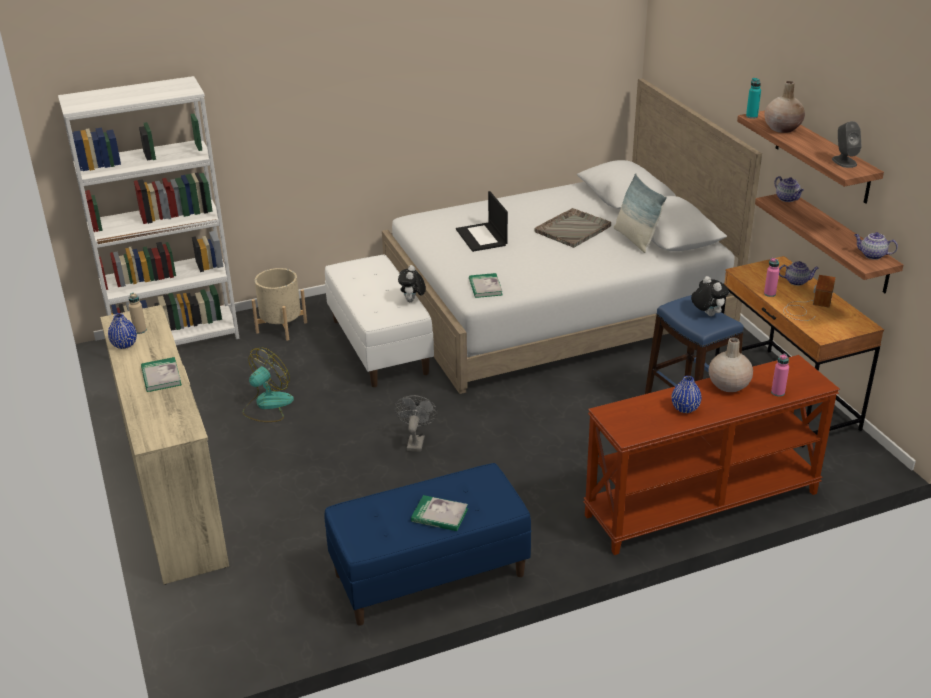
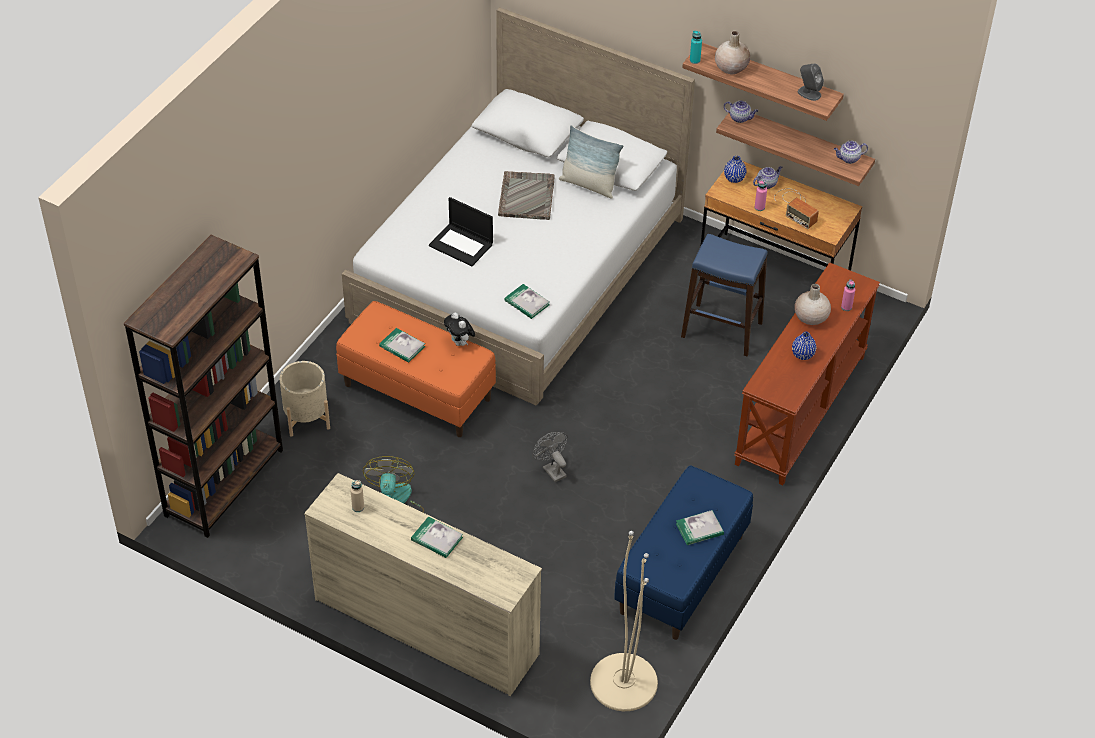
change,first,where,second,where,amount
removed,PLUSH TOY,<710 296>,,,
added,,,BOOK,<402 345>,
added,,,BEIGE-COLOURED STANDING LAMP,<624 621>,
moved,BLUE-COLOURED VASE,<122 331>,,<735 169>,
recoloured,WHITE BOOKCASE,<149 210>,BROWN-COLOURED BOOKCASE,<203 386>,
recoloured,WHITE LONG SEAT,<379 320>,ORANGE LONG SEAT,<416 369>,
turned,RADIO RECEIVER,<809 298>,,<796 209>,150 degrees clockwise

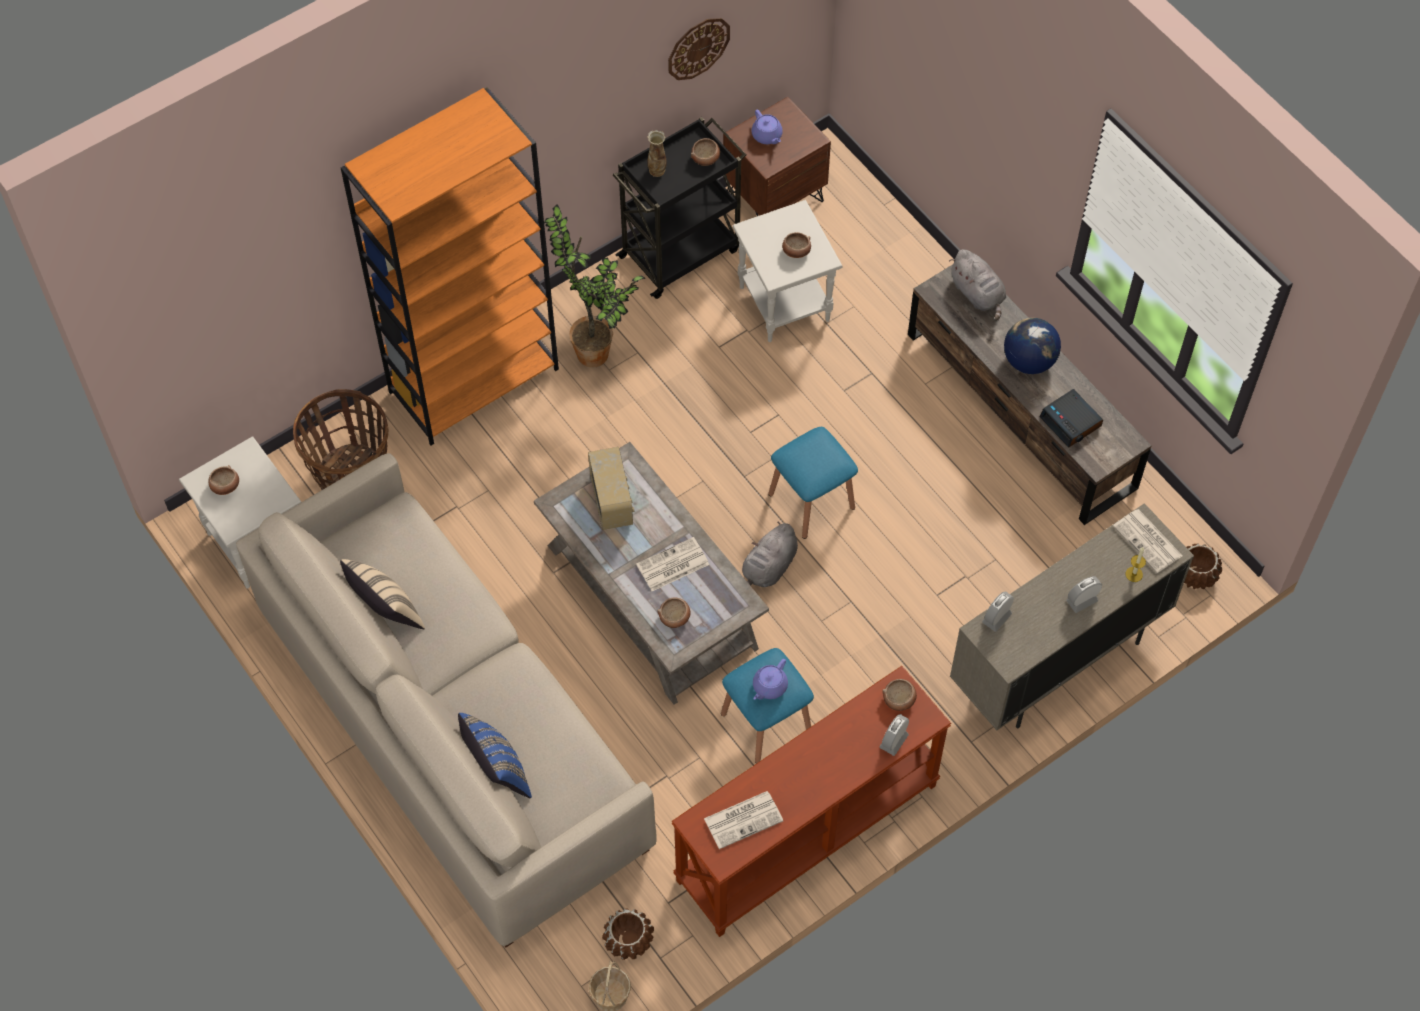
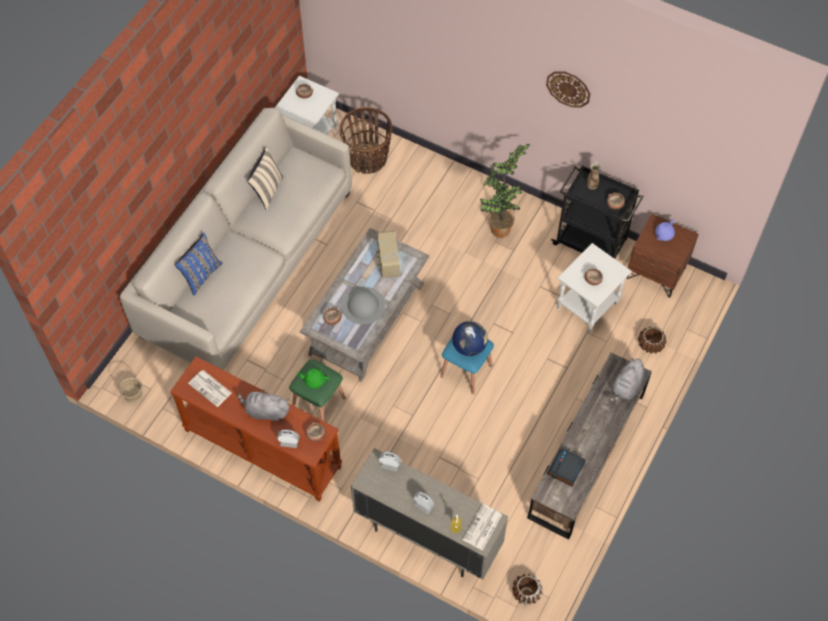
change,first,where,second,where,amount
removed,ORANGE BOOKCASE,<450 266>,,,
moved,BROWN-COLOURED PLANTER,<628 934>,,<652 340>,
moved,CLOCK ON THE WALL,<699 49>,,<568 89>,
moved,GRAY PLUSH TOY,<770 554>,,<263 405>,
moved,GLOBE,<1032 346>,,<470 338>,
replaced,NEWSPAPER,<672 564>,GRAY HAT,<363 306>,
recoloured,BLUE-COLOURED STOOL SEAT,<767 706>,GREEN-COLOURED STOOL SEAT,<317 390>,
recoloured,PURPLE TEAPOT,<770 679>,GREEN-COLOURED TEAPOT,<313 379>,
turned,RADIO RECEIVER,<611 488>,,<388 254>,120 degrees clockwise

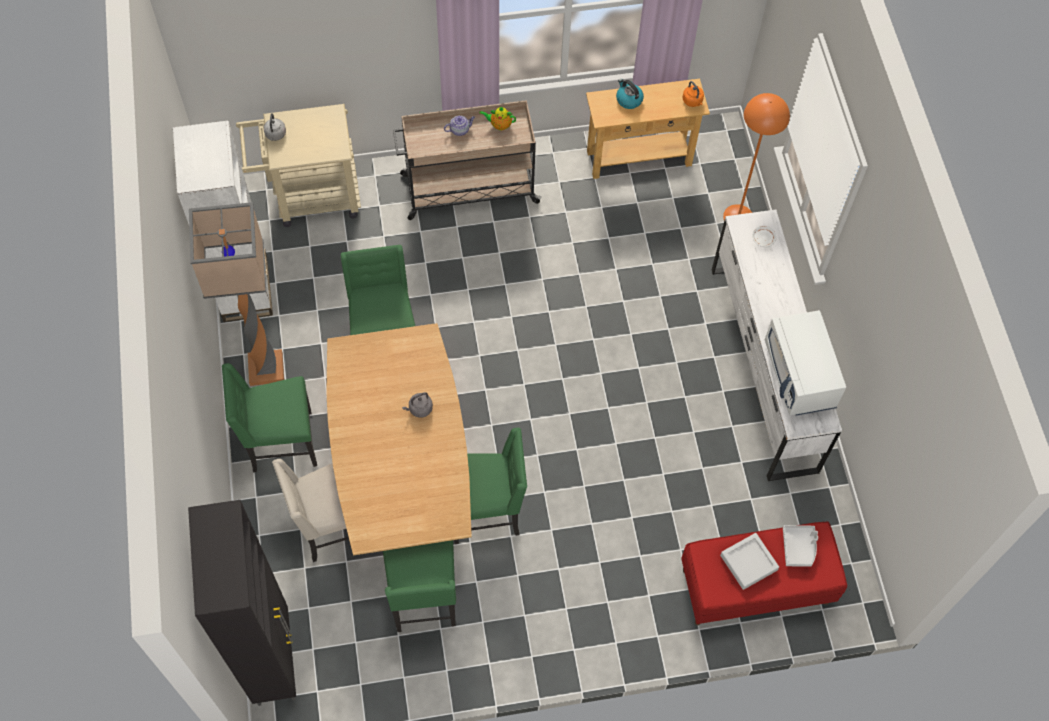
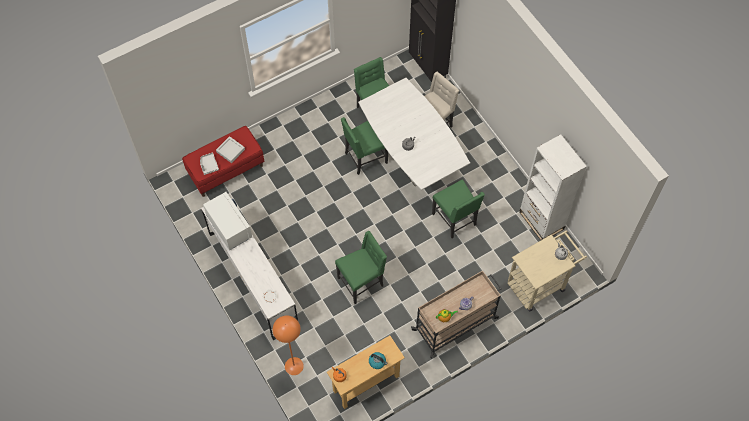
change,first,where,second,where,amount
removed,STANDING LAMP,<236 294>,,,
moved,GREEN-COLOURED CHAIR,<269 417>,,<361 267>,
recoloured,BROWN-COLOURED DINNER TABLE,<399 439>,WHITE DINNER TABLE,<414 134>,

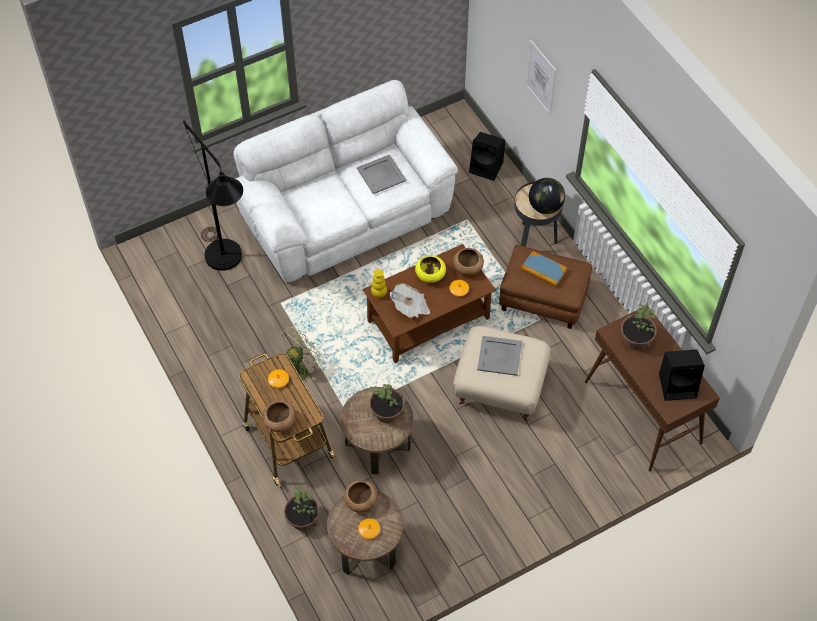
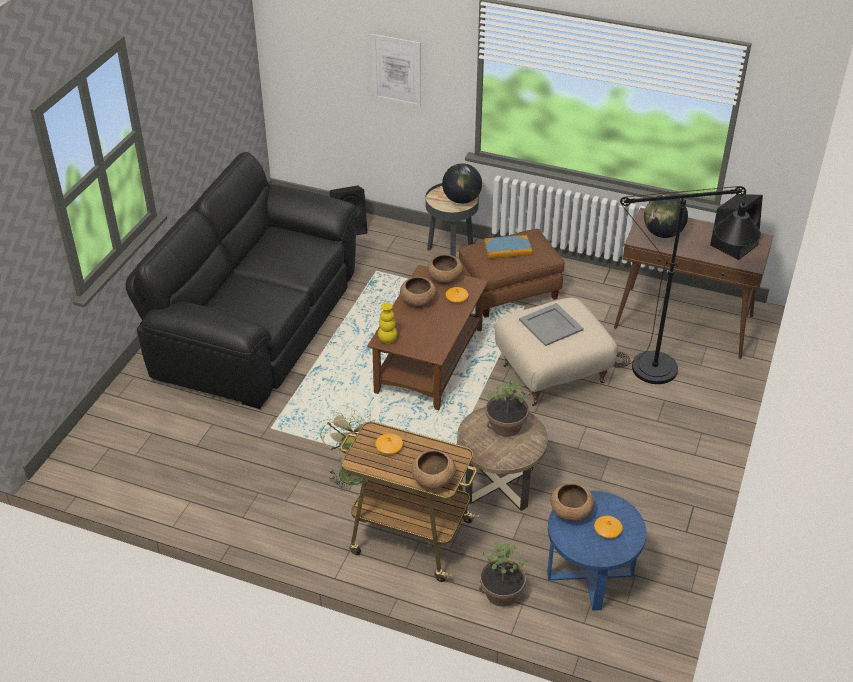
change,first,where,second,where,amount
removed,GRAY CARRYING TRAY,<381 174>,,,
removed,NEWSPAPER,<410 301>,,,
moved,BLACK STANDING LAMP,<213 196>,,<687 285>,
replaced,HOUSEPLANT,<638 326>,GLOBE,<666 216>,
recoloured,WHITE SETTEE,<345 182>,BLACK SETTEE,<241 280>,
recoloured,BROWN-COLOURED ACCENT TABLE,<365 532>,BLUE-COLOURED ACCENT TABLE,<596 551>,
recoloured,YELLOW BOWL,<430 269>,BROWN-COLOURED BOWL,<418 292>,

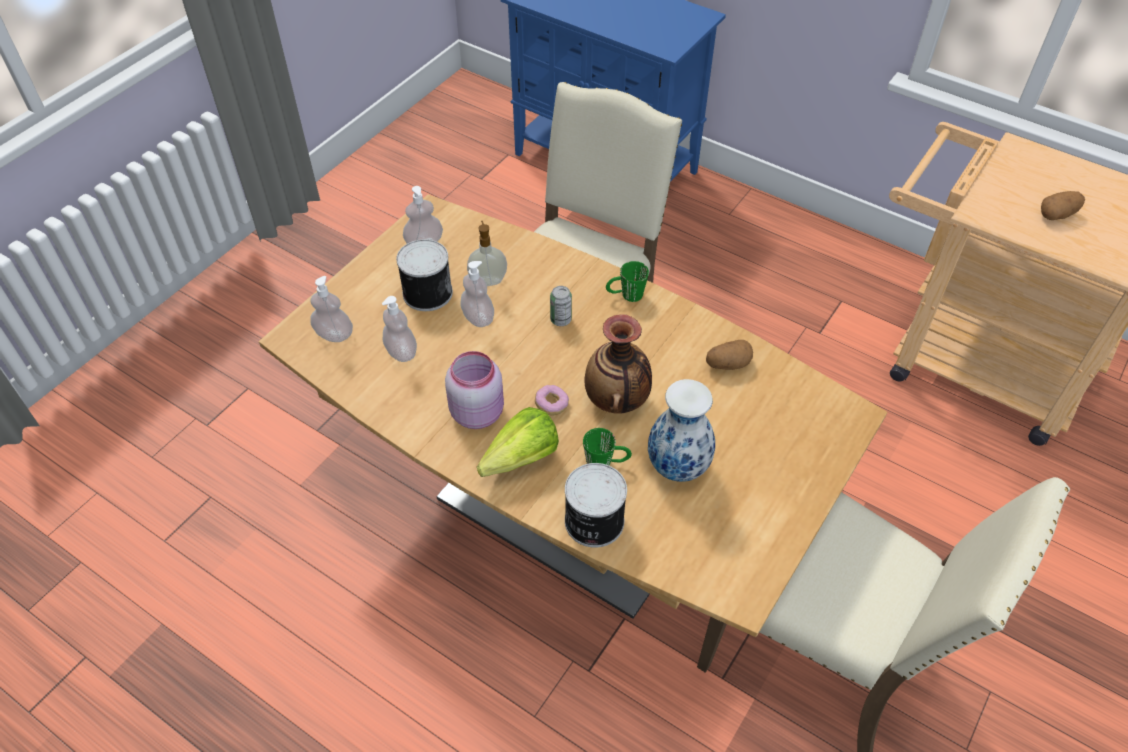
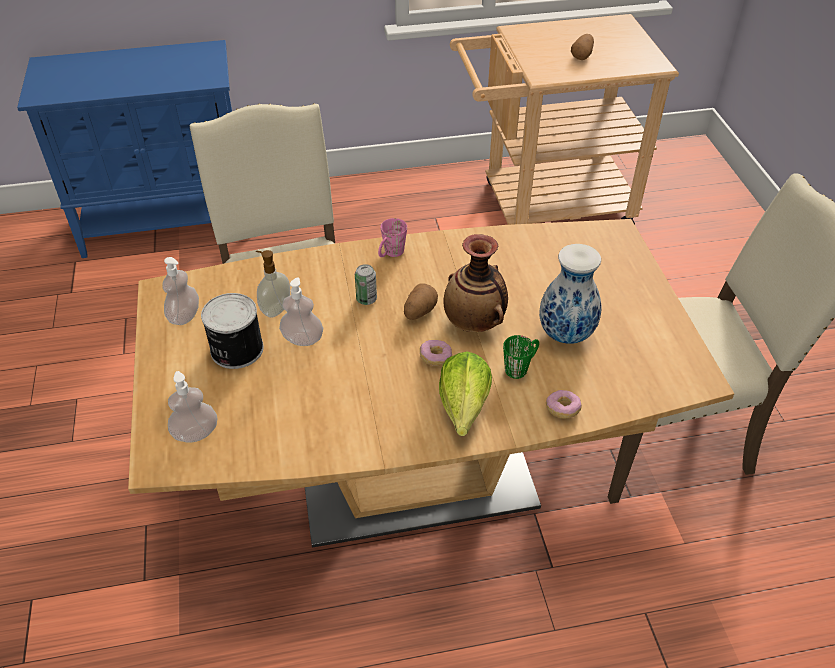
change,first,where,second,where,amount
removed,SOAP DISPENSER,<399 329>,,,
removed,PINK PRESERVE JAR,<474 390>,,,
moved,POTATO,<729 355>,,<421 302>,
replaced,METAL CAN,<596 505>,DOUGHNUT,<564 404>,
recoloured,GREEN-COLOURED TEA MUG,<627 281>,PINK TEA MUG,<392 237>,

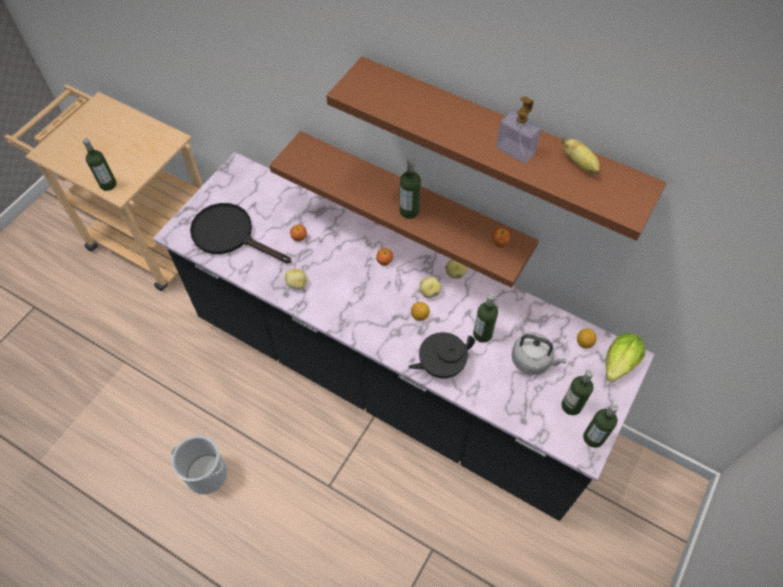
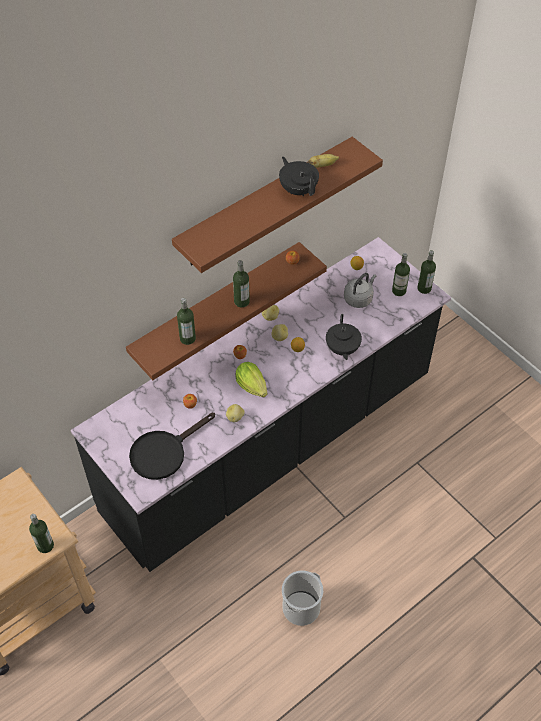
change,first,where,second,where,amount
moved,BOTTLE,<485 318>,,<186 321>,
moved,LETTUCE,<625 357>,,<251 379>,
replaced,SOAP DISPENSER,<518 130>,BLACK TEAPOT,<299 176>,

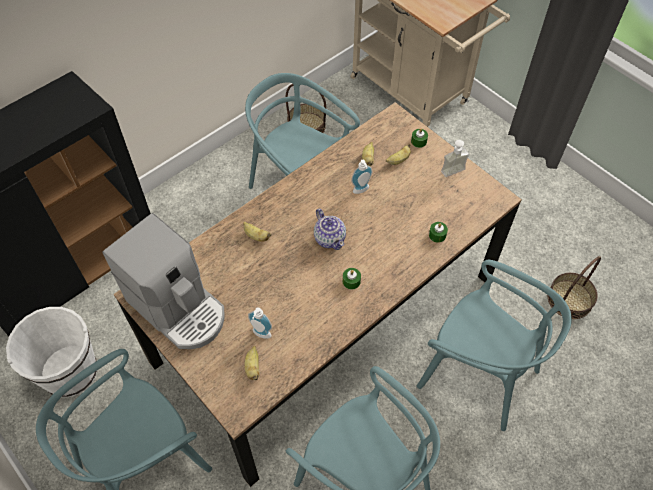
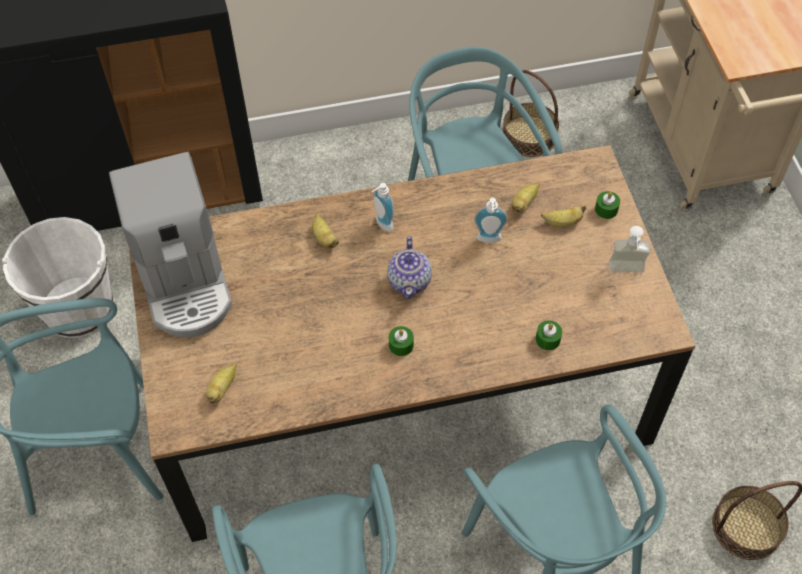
change,first,where,second,where,amount
moved,SOAP DISPENSER,<260 323>,,<383 207>,

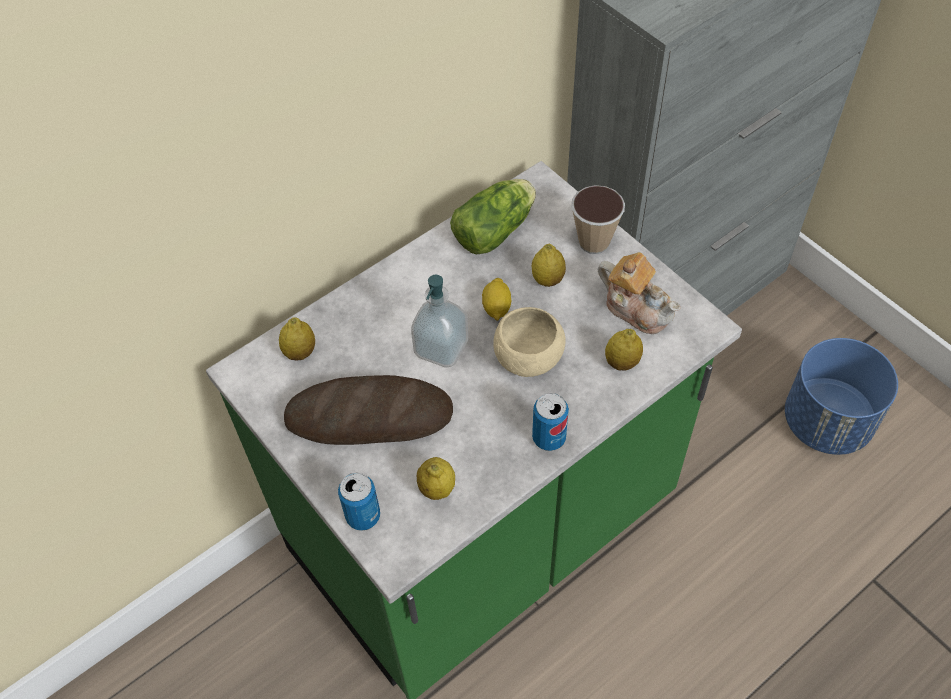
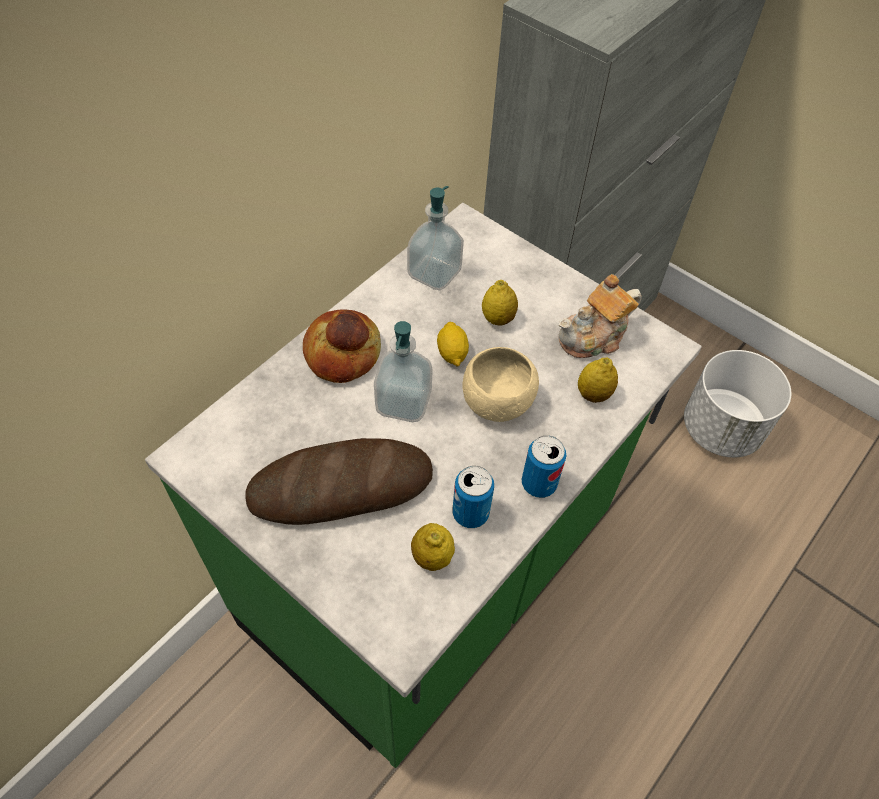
change,first,where,second,where,amount
removed,WHOLE LEMON,<297 339>,,,
removed,DRINKING CUP,<598 219>,,,
added,,,BAKERY BREAD,<342 346>,
moved,METAL CAN,<359 502>,,<473 497>,
replaced,LETTUCE,<493 216>,SOAP DISPENSER,<435 238>,
recoloured,BLUE-COLOURED PLANTER,<841 396>,WHITE PLANTER,<737 404>,
turned,TEAPOT,<639 293>,,<600 316>,120 degrees clockwise

